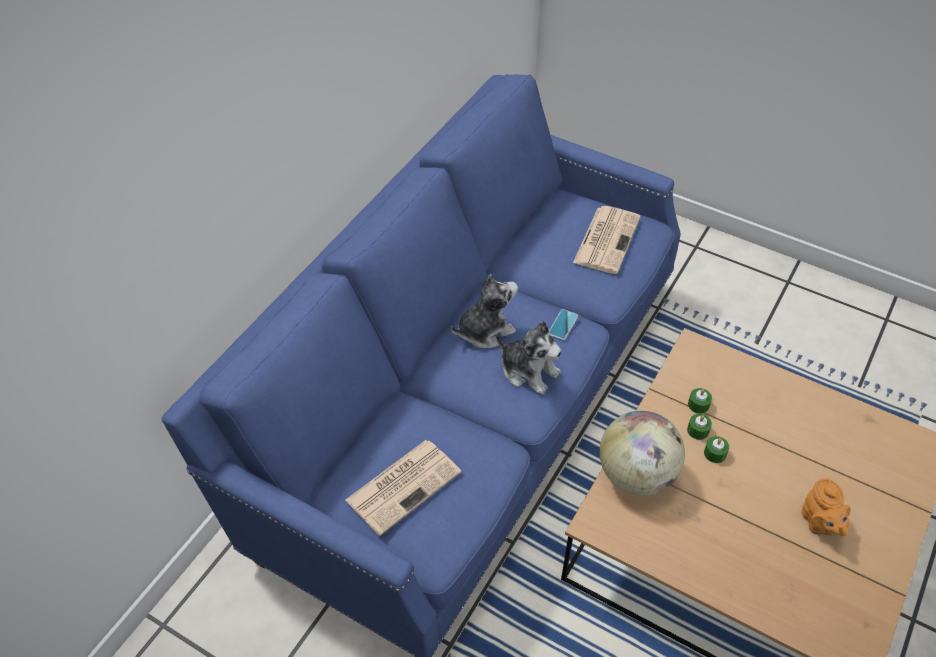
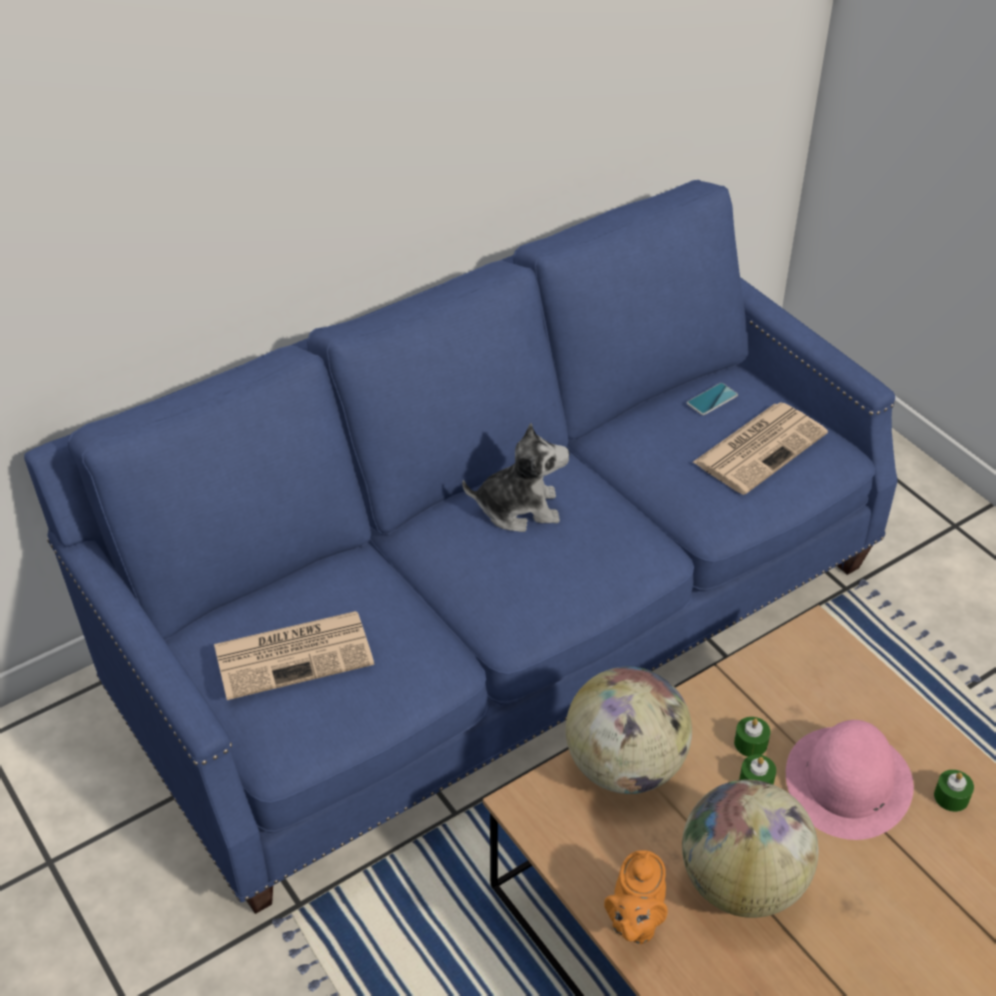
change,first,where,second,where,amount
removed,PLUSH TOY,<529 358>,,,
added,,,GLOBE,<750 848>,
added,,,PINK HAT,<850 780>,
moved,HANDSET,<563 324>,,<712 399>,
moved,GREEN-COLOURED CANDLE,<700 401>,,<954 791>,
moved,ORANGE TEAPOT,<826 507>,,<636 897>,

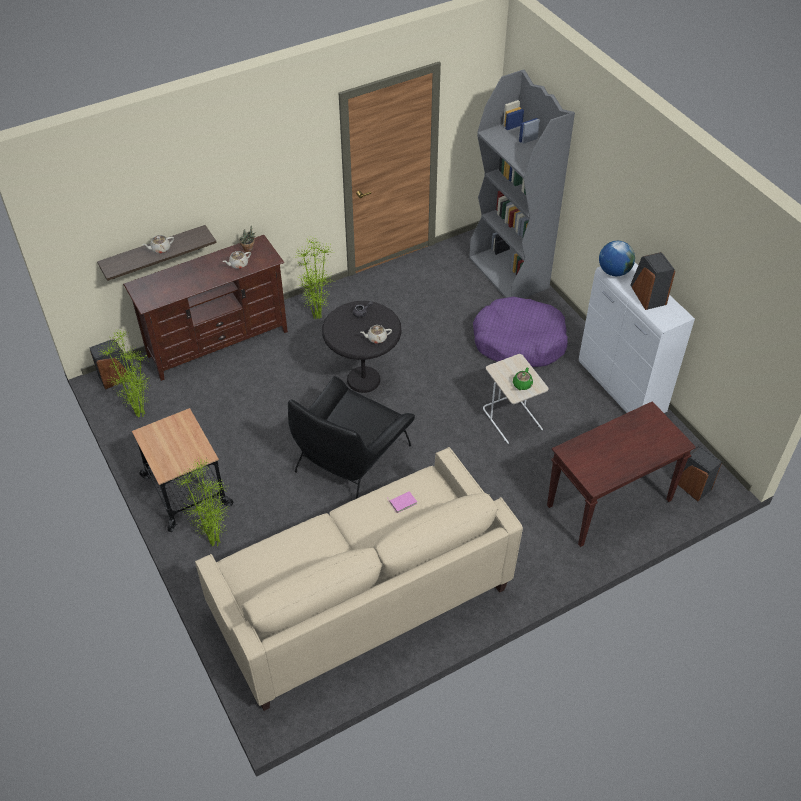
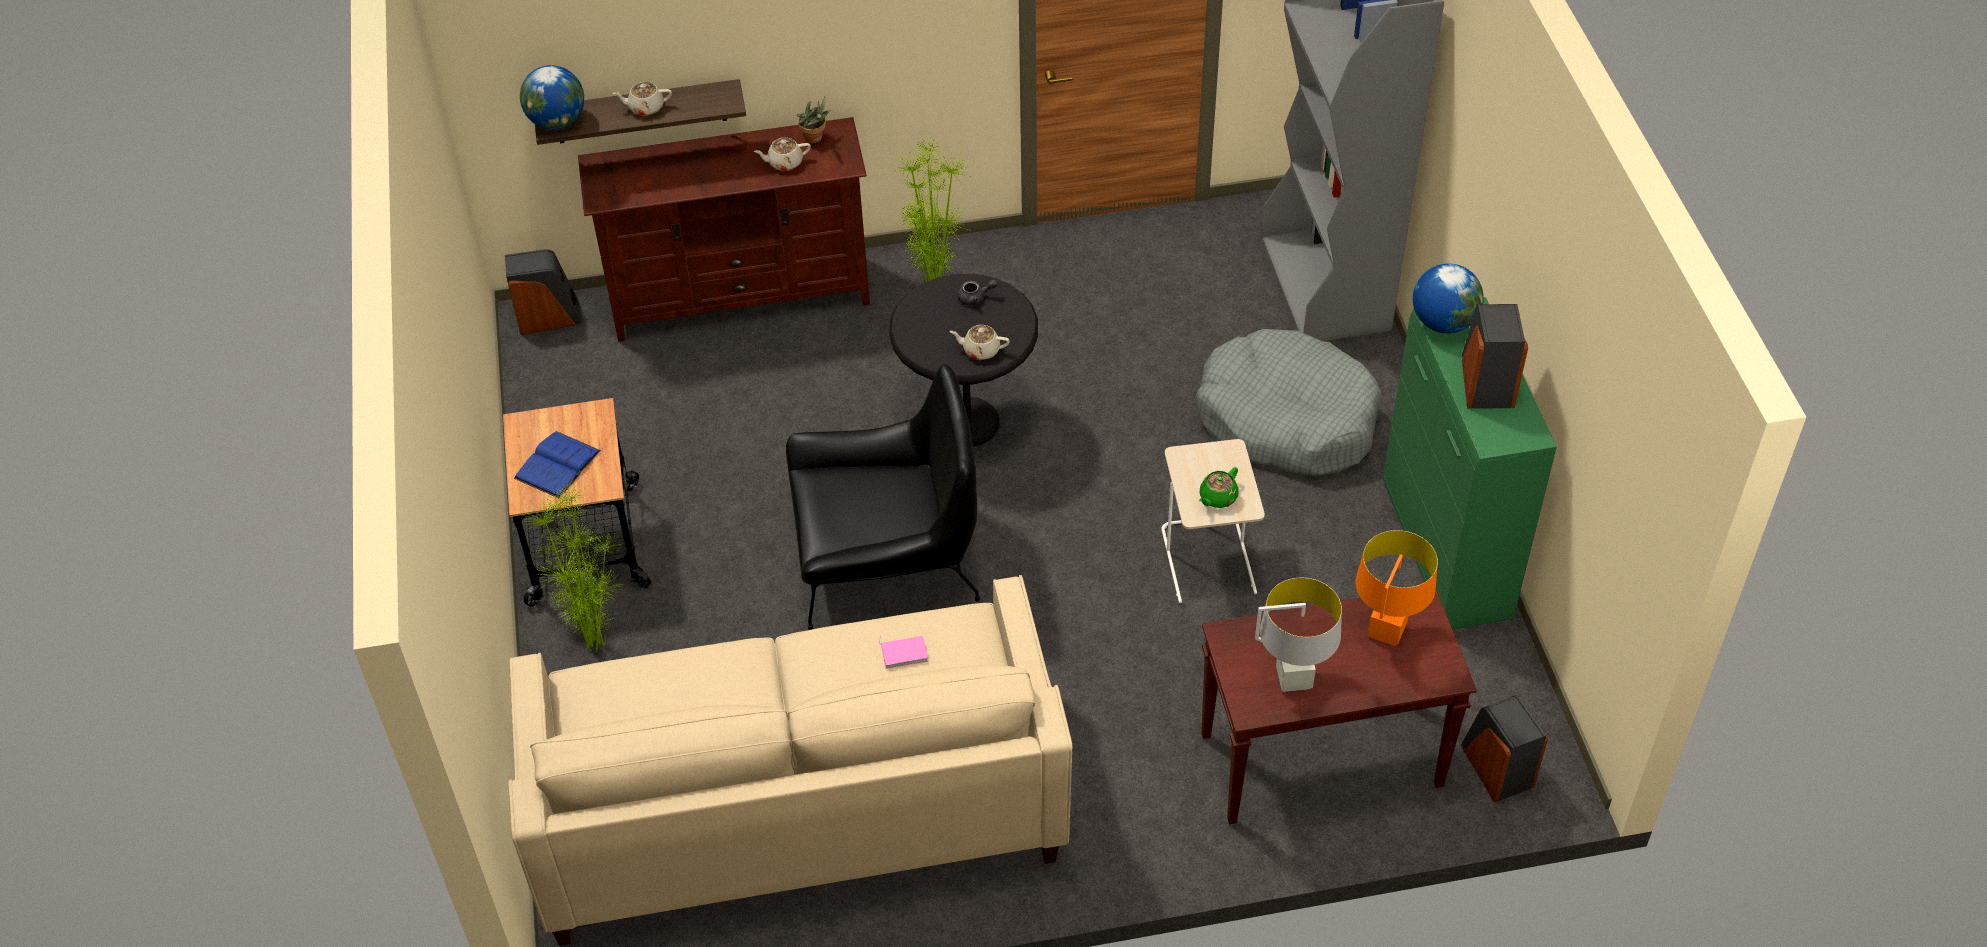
change,first,where,second,where,amount
removed,HOUSEPLANT,<124 373>,,,
added,,,BLUE-COLOURED BOOK,<557 464>,
added,,,GLOBE,<552 97>,
added,,,GRAY LAMP FOR A TABLE,<1298 635>,
added,,,ORANGE LAMP FOR A TABLE,<1397 588>,
recoloured,PURPLE PET BED,<520 332>,GRAY PET BED,<1288 403>,
recoloured,WHITE STORAGE CABINET,<637 338>,GREEN-COLOURED STORAGE CABINET,<1470 463>,
turned,BLACK ARMCHAIR,<351 437>,,<883 497>,150 degrees counterclockwise

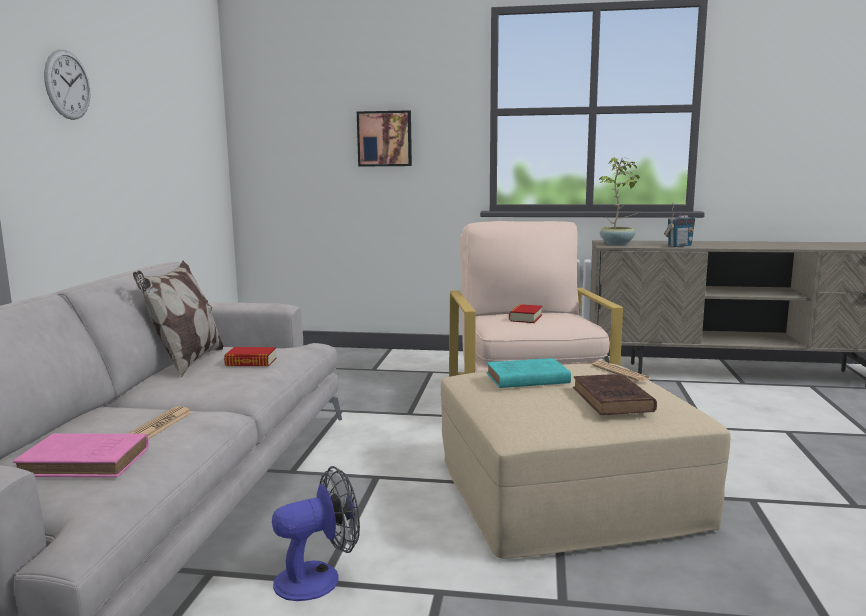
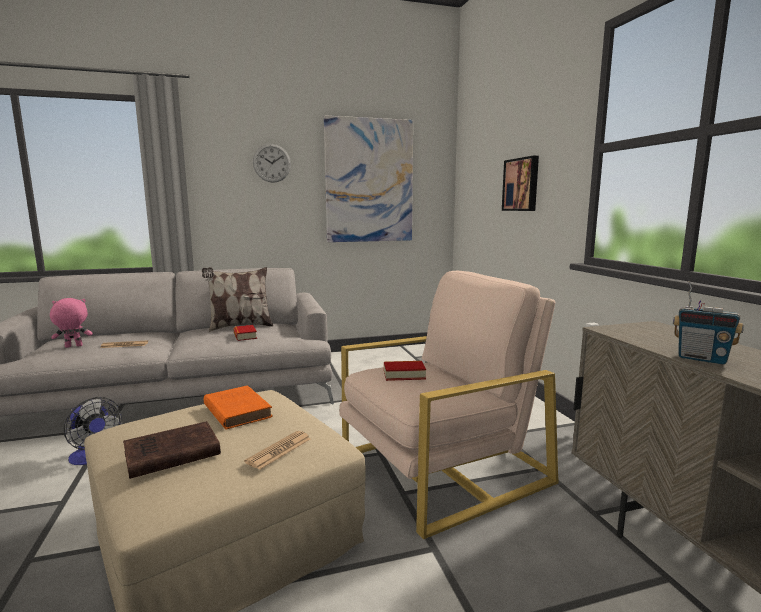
change,first,where,second,where,amount
removed,HOUSEPLANT,<619 201>,,,
added,,,WALL ART,<368 178>,
replaced,PINK BOOK,<81 456>,PINK PLUSH TOY,<71 323>,
recoloured,BLUE-GREEN BOOK,<529 373>,ORANGE BOOK,<238 408>,

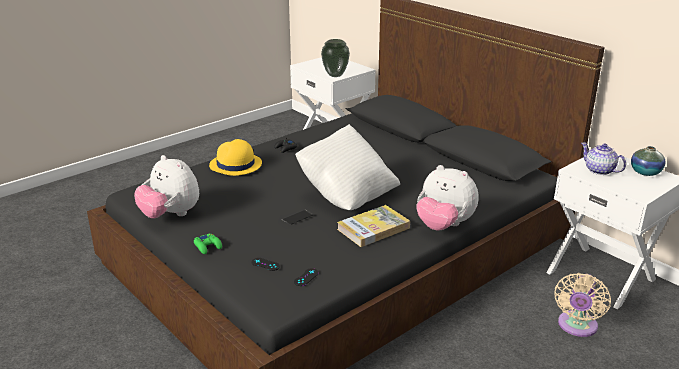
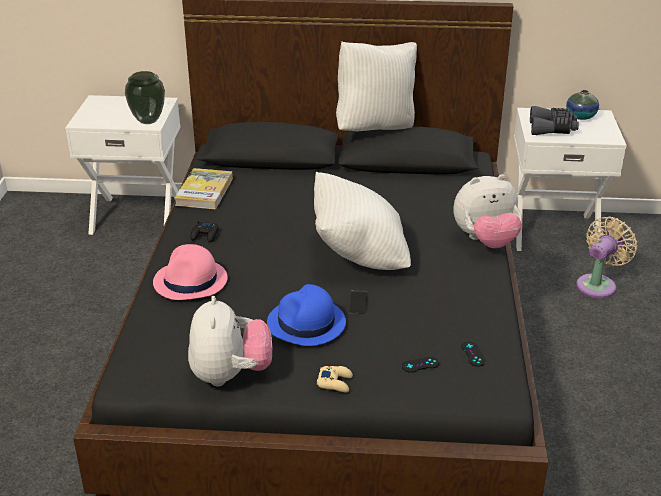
change,first,where,second,where,amount
added,,,BLUE-COLOURED HAT,<306 315>,
added,,,WHITE PILLOW,<376 86>,
moved,BOOK,<373 226>,,<204 188>,
replaced,TEAPOT,<603 159>,GRAY FIELD GLASSES,<554 120>,
recoloured,GREEN-COLOURED JOYPAD,<208 244>,BEIGE-COLOURED JOYPAD,<335 379>,
recoloured,YELLOW HAT,<235 157>,PINK HAT,<190 272>,
turned,PLUSH TOY,<166 187>,,<230 341>,90 degrees counterclockwise
turned,BEIGE-COLOURED FAN,<582 305>,,<606 257>,120 degrees counterclockwise

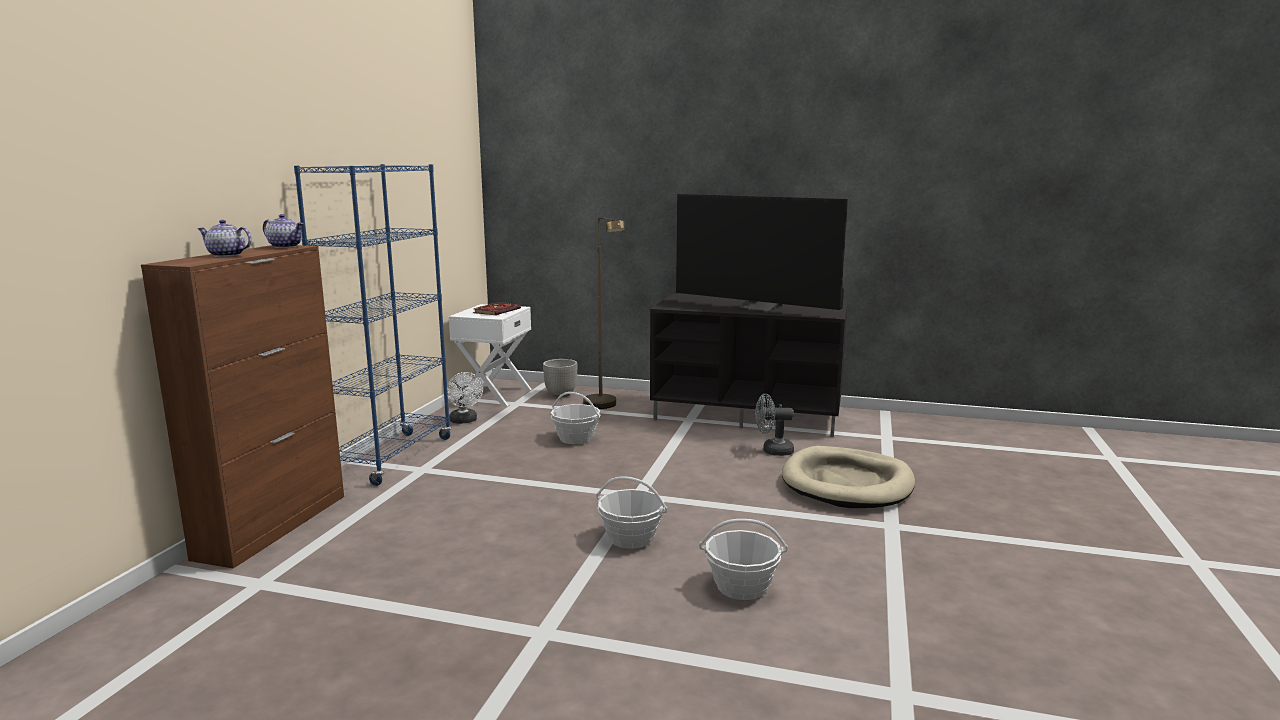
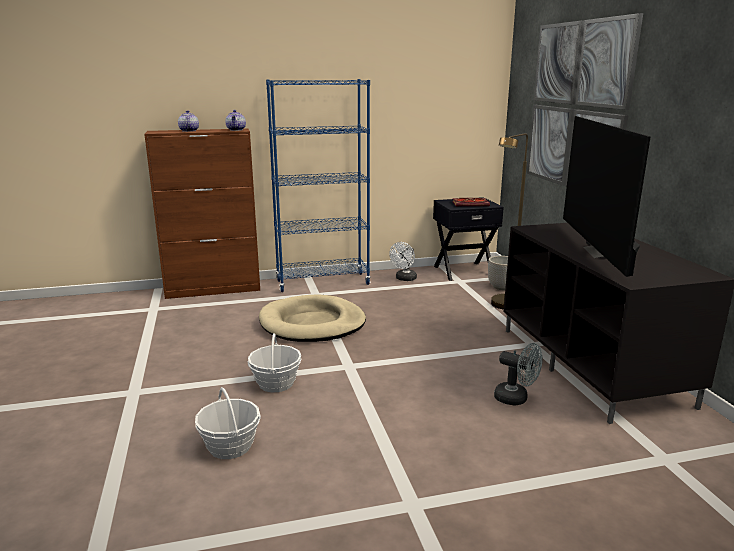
change,first,where,second,where,amount
removed,BASKET,<575 418>,,,
added,,,WALL ART,<585 100>,
moved,BEIGE-COLOURED PET BED,<848 477>,,<312 318>,
recoloured,WHITE NIGHT TABLE,<490 355>,BLACK NIGHT TABLE,<468 239>,
turned,GRAY FAN,<774 425>,,<518 374>,150 degrees clockwise

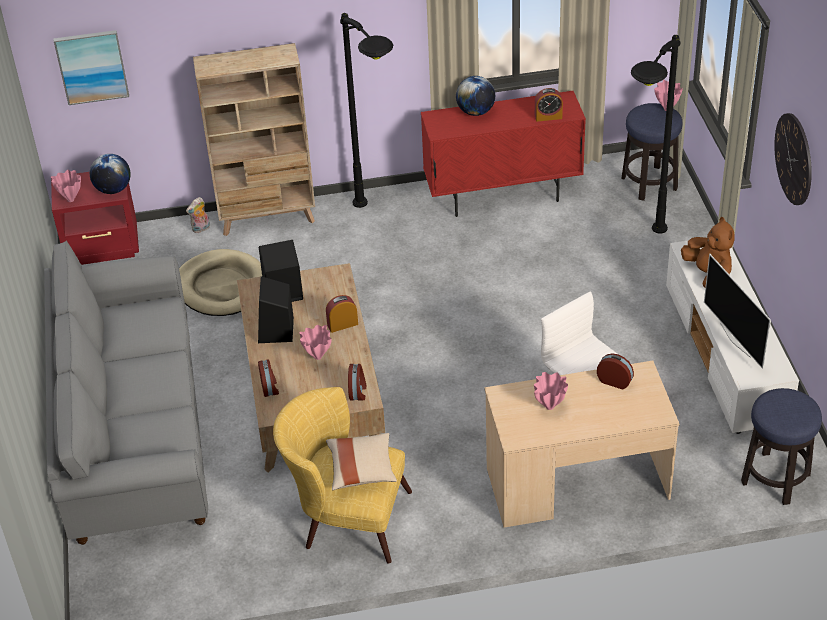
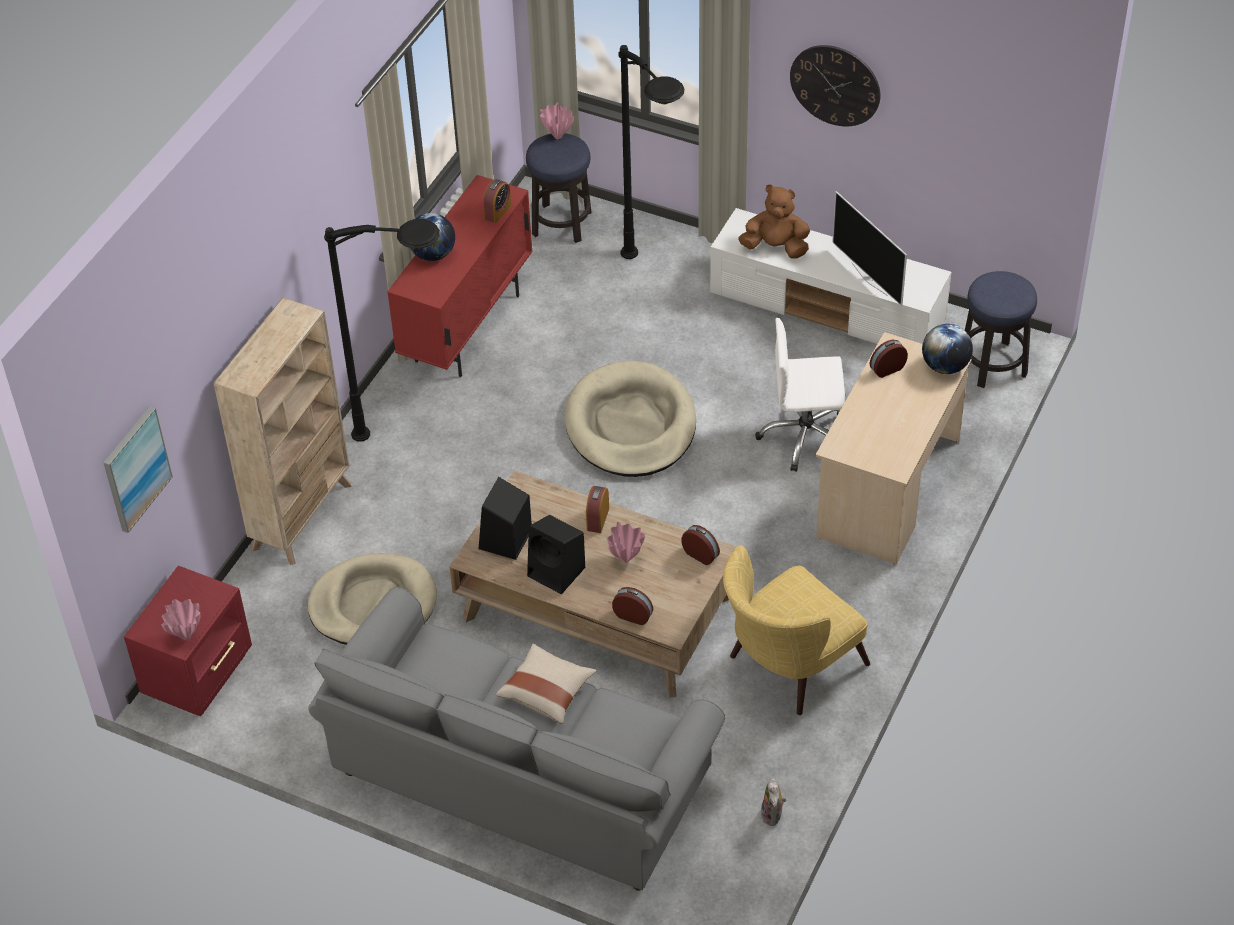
change,first,where,second,where,amount
removed,PINK VASE,<551 391>,,,
added,,,BEIGE-COLOURED PET BED,<630 418>,
moved,GLOBE,<110 174>,,<947 349>,
moved,PLUSH TOY,<198 215>,,<773 802>,
moved,BEIGE-COLOURED PILLOW,<361 461>,,<546 683>,
turned,TV,<737 311>,,<869 248>,45 degrees clockwise

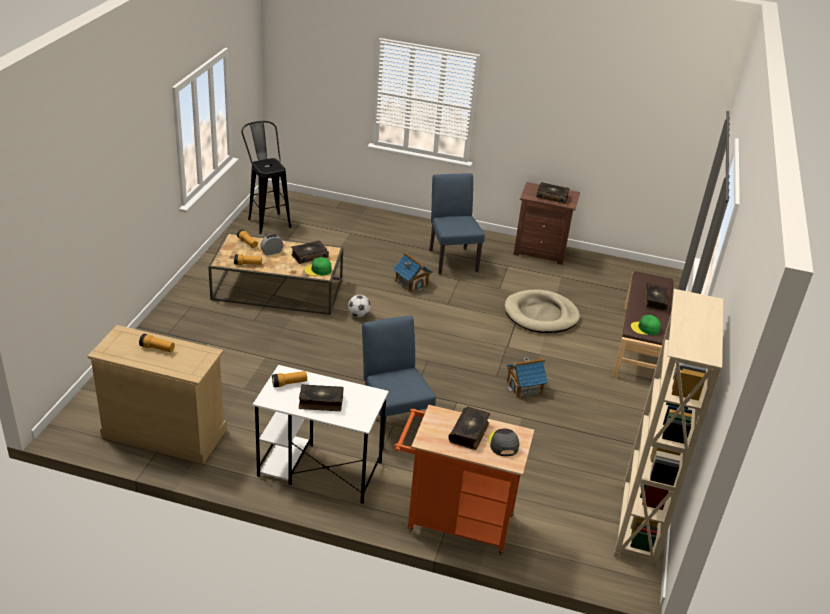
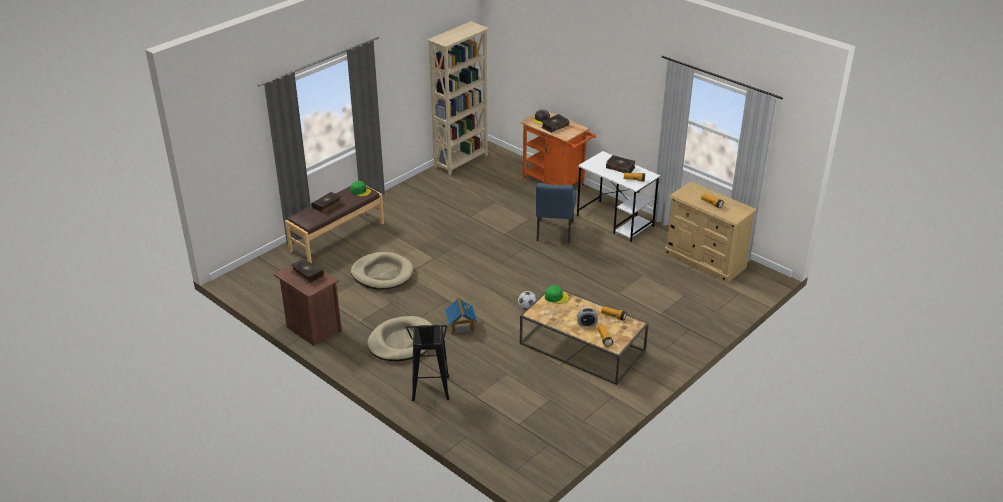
change,first,where,second,where,amount
removed,BOOK,<310 252>,,,
removed,MODEL HOUSE,<527 377>,,,
moved,BLACK STOOL SEAT,<266 177>,,<427 363>,
replaced,BLUE-COLOURED CHAIR,<457 224>,BEIGE-COLOURED PET BED,<399 338>,

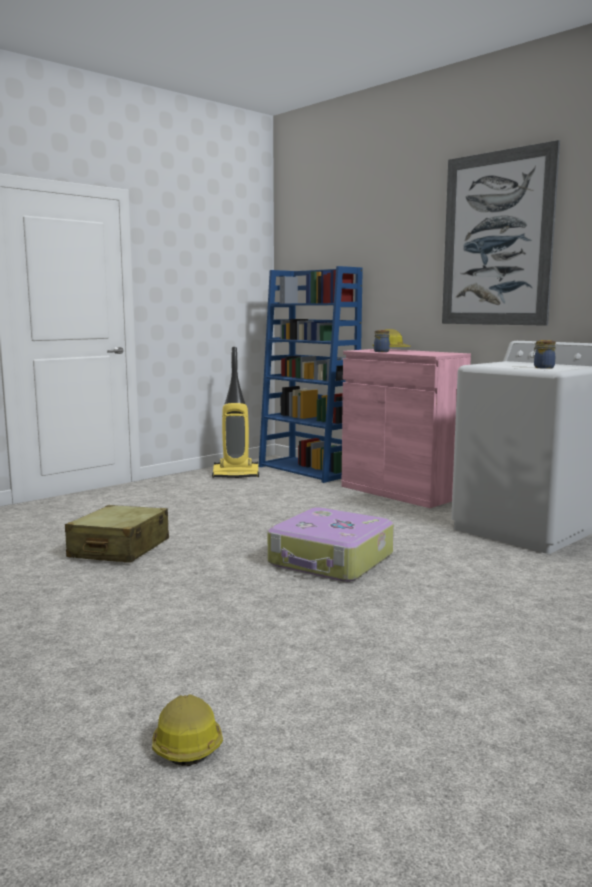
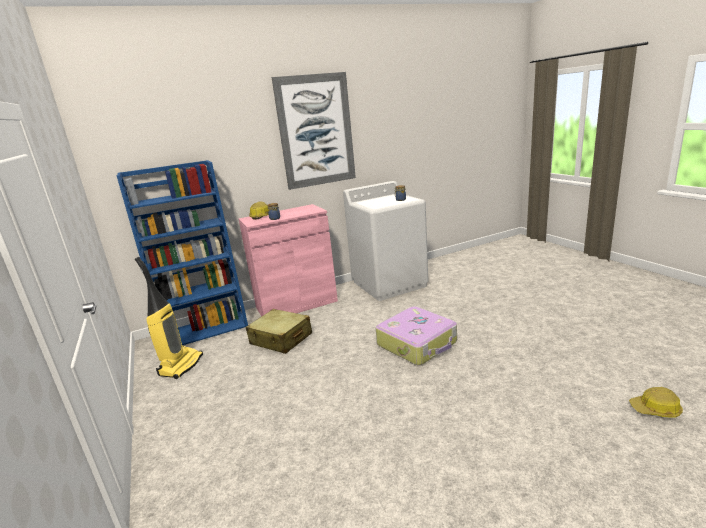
change,first,where,second,where,amount
moved,BEIGE-COLOURED TRAVEL CASE,<117 534>,,<279 331>,

